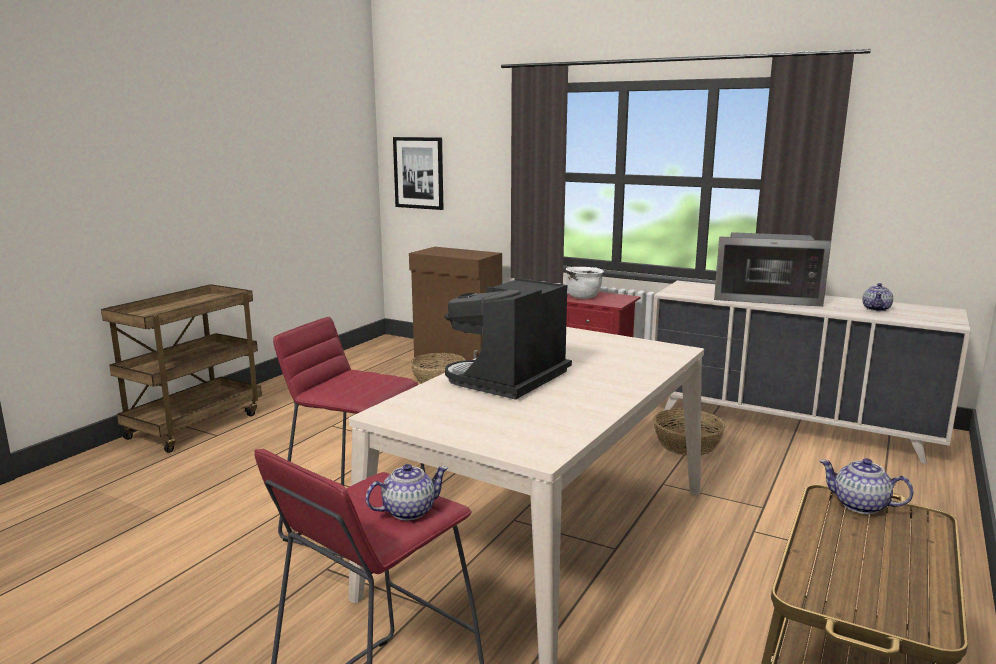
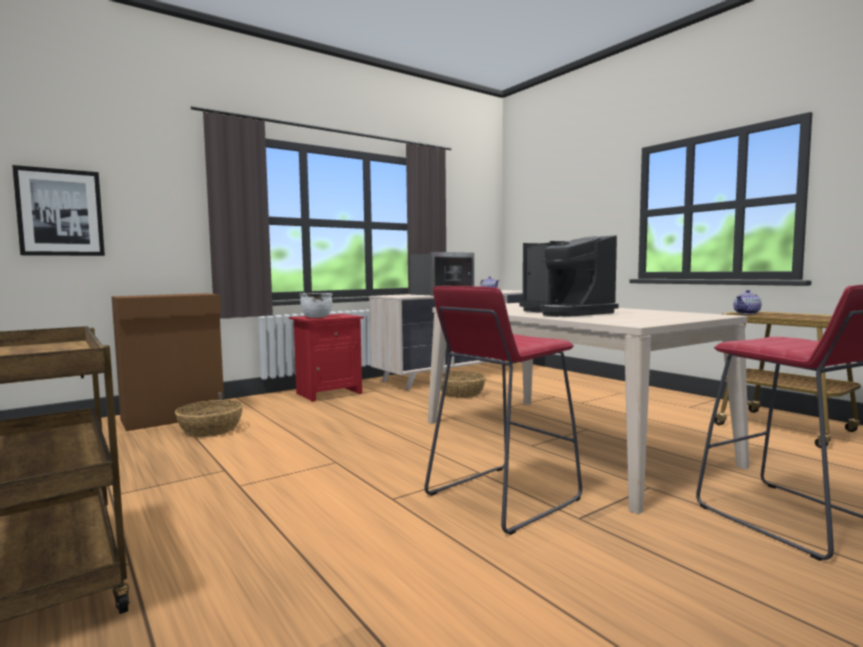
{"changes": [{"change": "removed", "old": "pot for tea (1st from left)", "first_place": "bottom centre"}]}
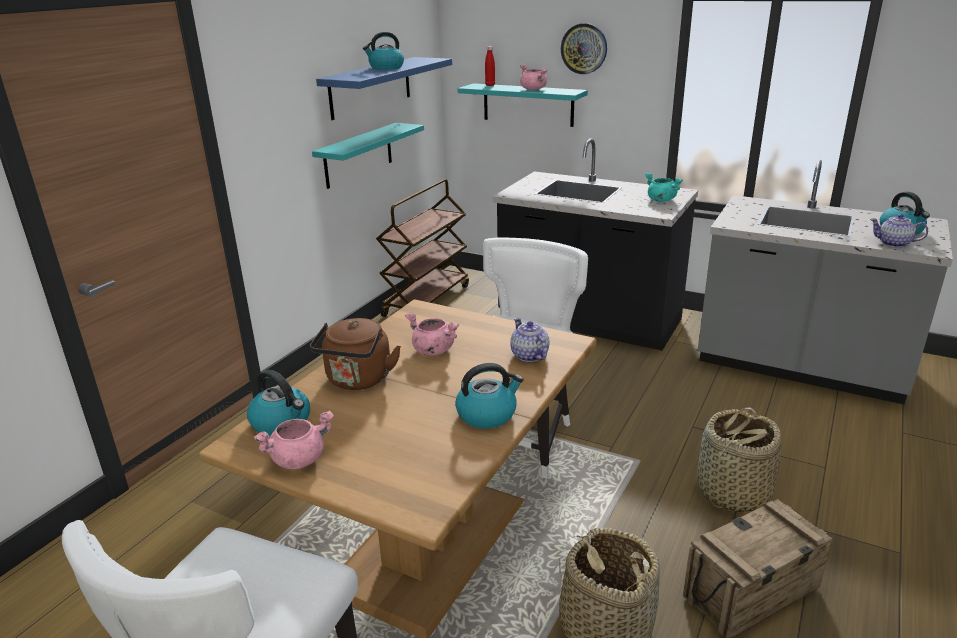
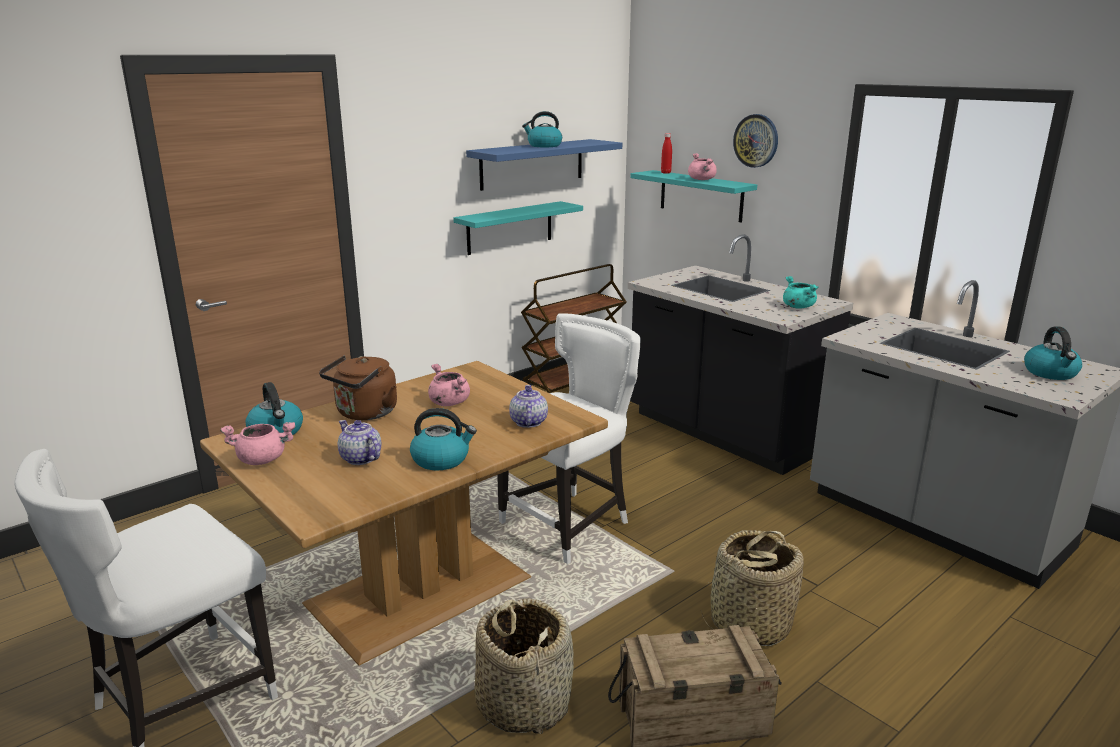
{"changes": [{"change": "moved", "old": "pot for tea (2nd from left in the first image)", "new": "pot for tea (1st from left)", "first_place": "middle right", "second_place": "middle left"}]}
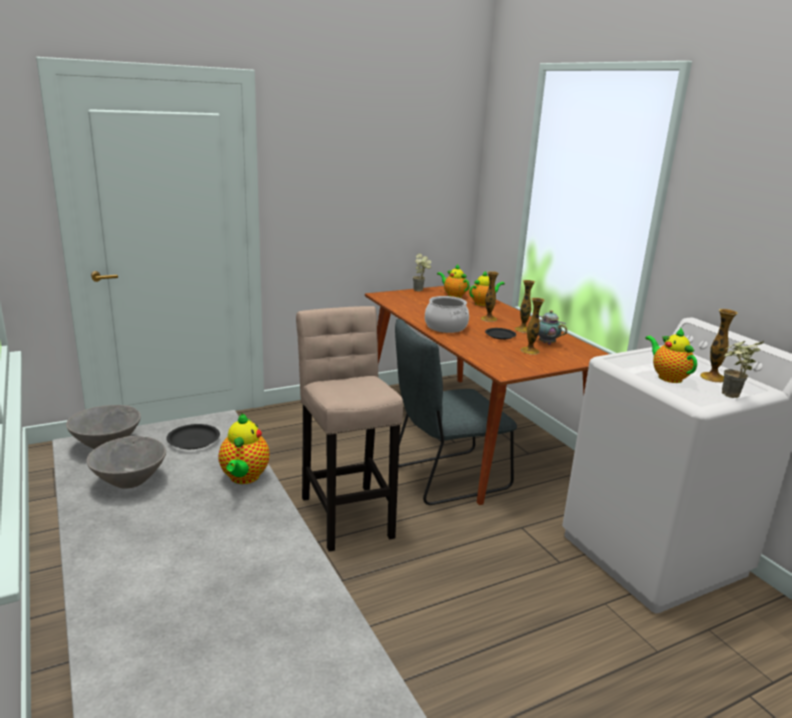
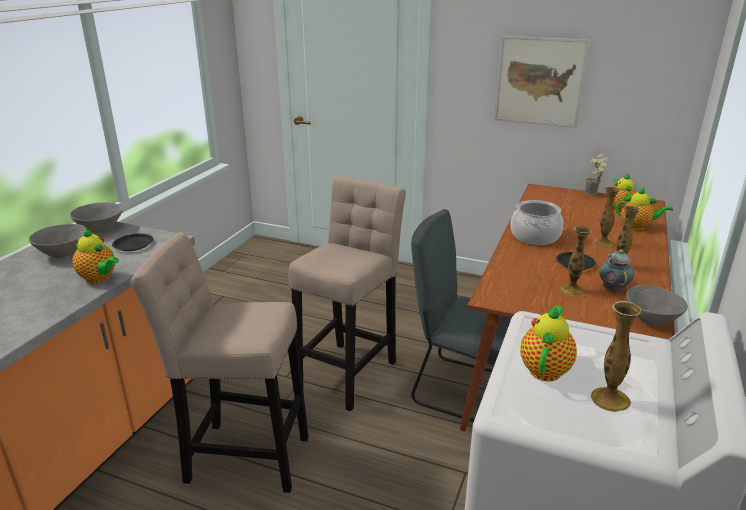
{"changes": [{"change": "removed", "old": "houseplant (2nd from left)", "first_place": "middle right"}, {"change": "turned", "old": "pot for tea (1st from left)", "first_place": "middle left", "second_place": "middle left", "degrees": -105}, {"change": "added", "new": "wall picture", "second_place": "top right"}, {"change": "added", "new": "sand-coloured stool (1st from left)", "second_place": "bottom left"}, {"change": "added", "new": "grey serving bowl (3rd from left)", "second_place": "middle right"}]}
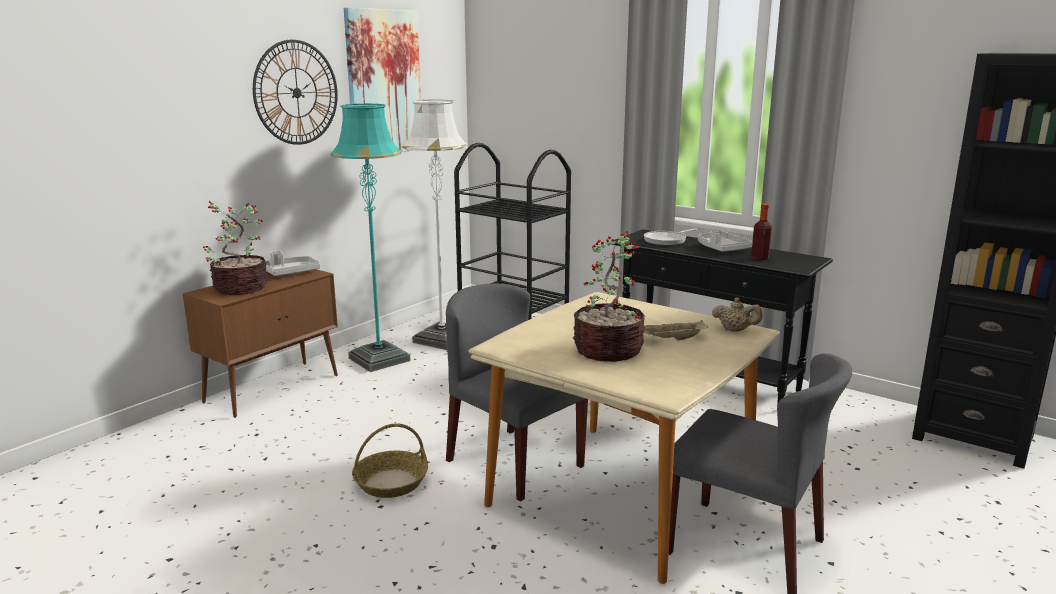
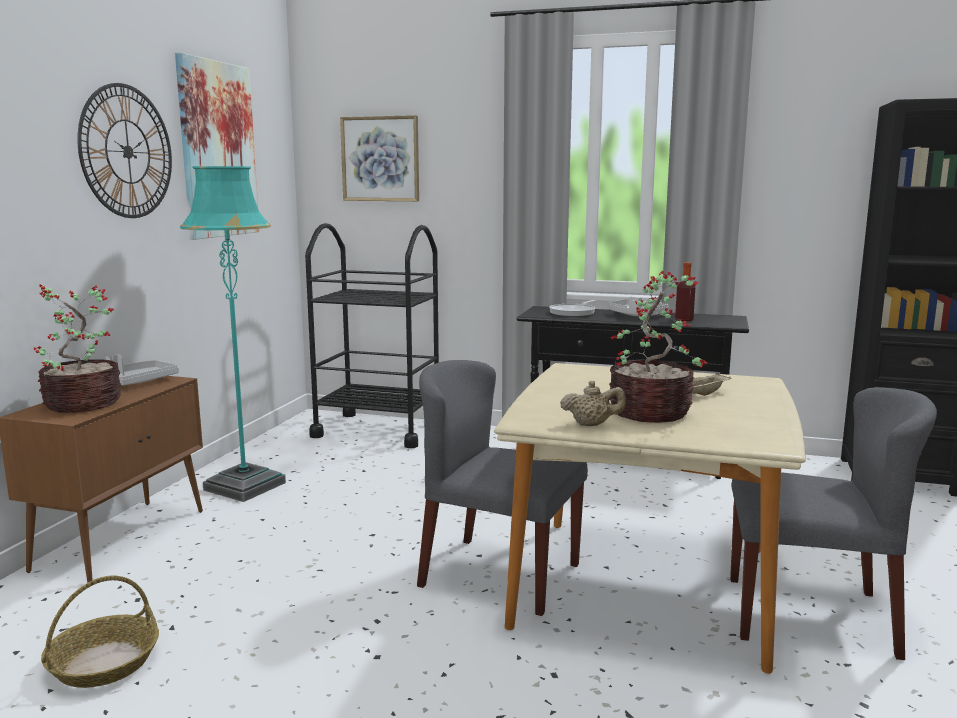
{"changes": [{"change": "removed", "old": "whitish standard lamp", "first_place": "centre"}, {"change": "moved", "old": "sand-coloured pot for tea", "first_place": "middle right", "second_place": "centre"}, {"change": "moved", "old": "storage basket", "first_place": "bottom centre", "second_place": "bottom left"}, {"change": "added", "new": "wall picture (2nd from left)", "second_place": "top centre"}]}
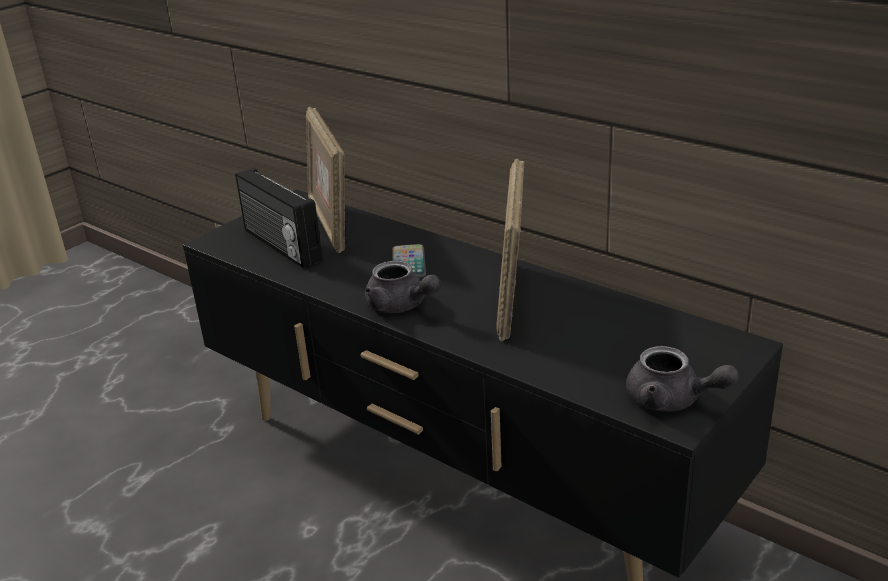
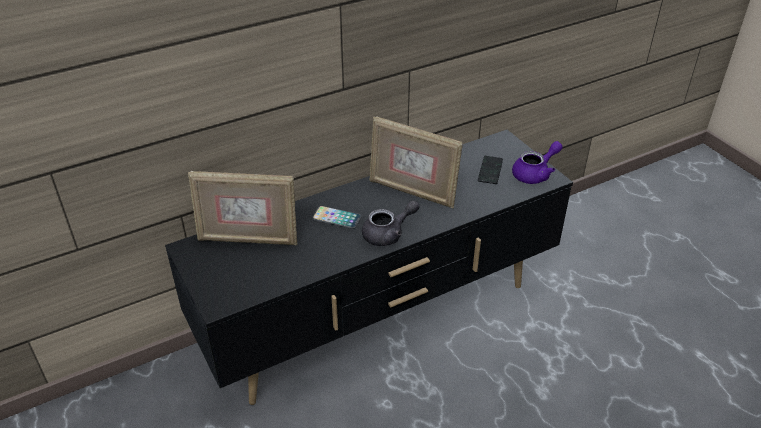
{"changes": [{"change": "removed", "old": "radio set", "first_place": "middle left"}, {"change": "recoloured", "old": "grey pot for tea (2nd from left)", "new": "purple-coloured pot for tea", "first_place": "middle right", "second_place": "middle right"}, {"change": "added", "new": "telephone (2nd from left)", "second_place": "centre"}]}
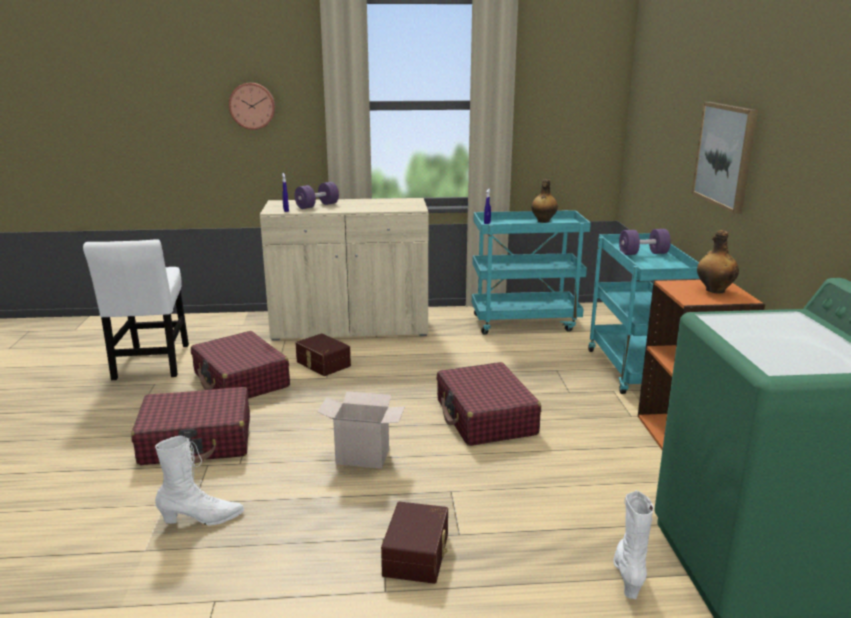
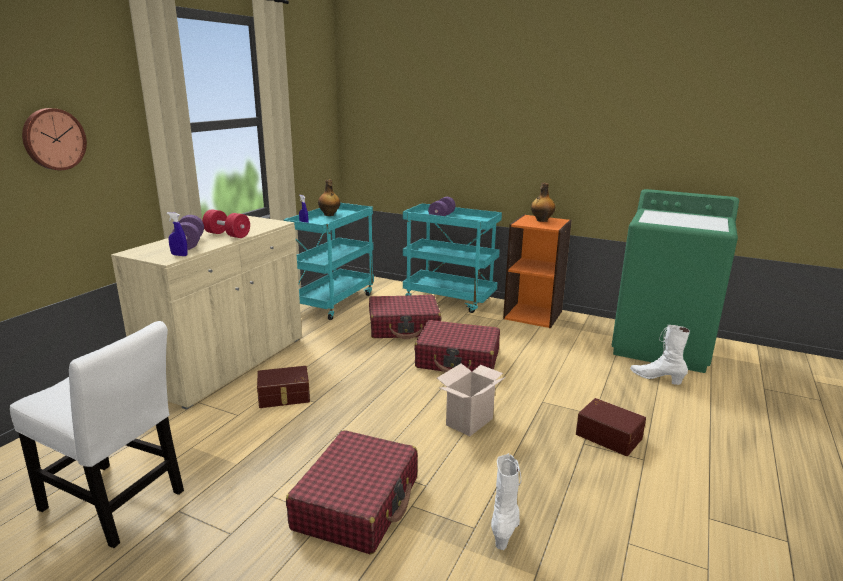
{"changes": [{"change": "removed", "old": "wall picture", "first_place": "top right"}, {"change": "moved", "old": "red suitcase (2nd from left)", "first_place": "middle left", "second_place": "centre"}, {"change": "added", "new": "red free weight", "second_place": "middle left"}]}
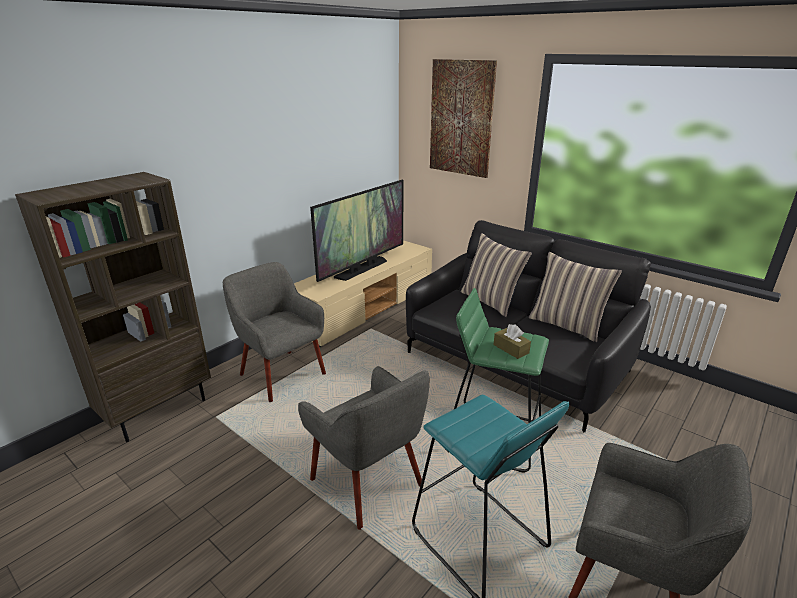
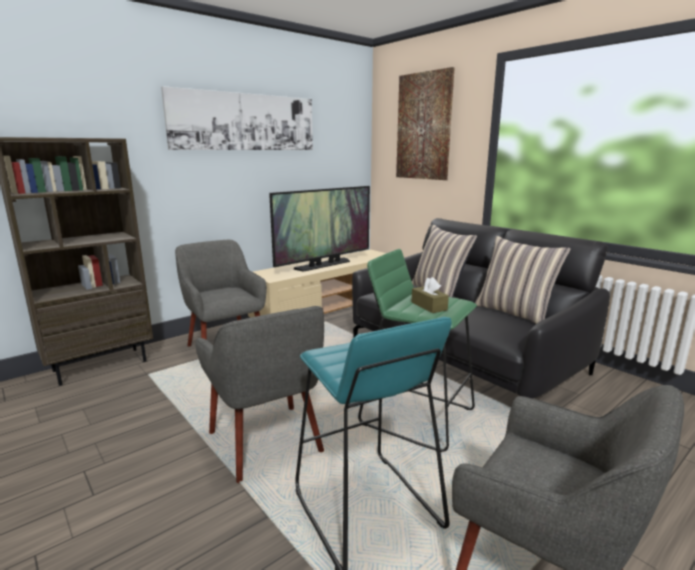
{"changes": [{"change": "added", "new": "wall picture (1st from left)", "second_place": "top centre"}]}
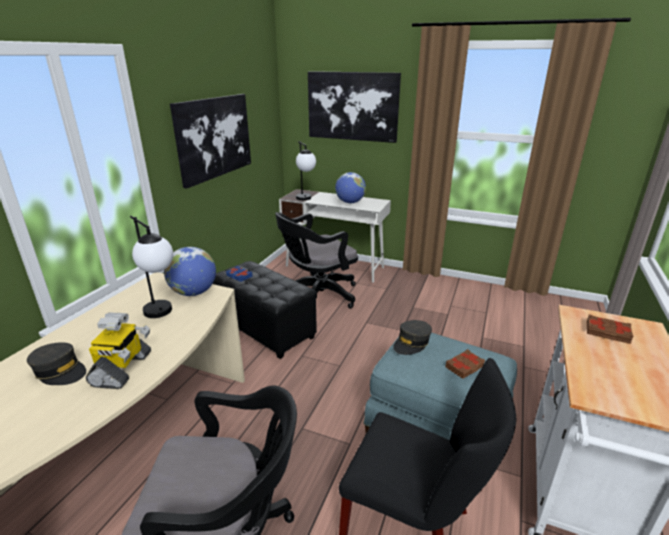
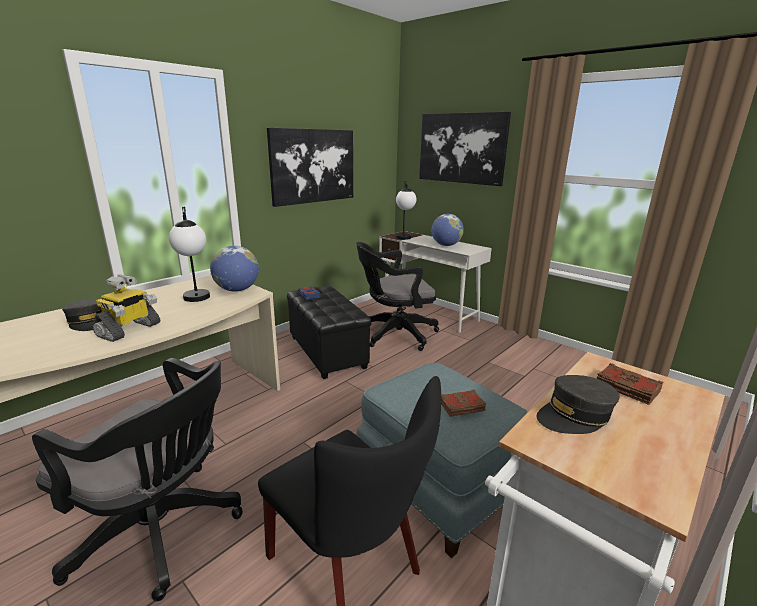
{"changes": [{"change": "moved", "old": "grey baseball cap (2nd from left)", "first_place": "centre", "second_place": "bottom right"}]}
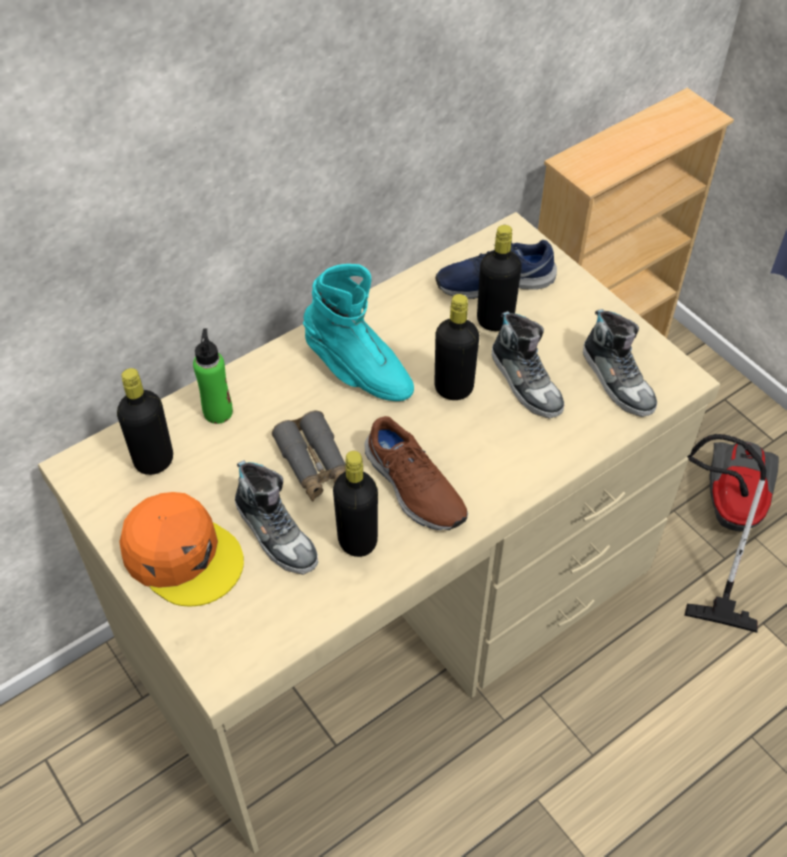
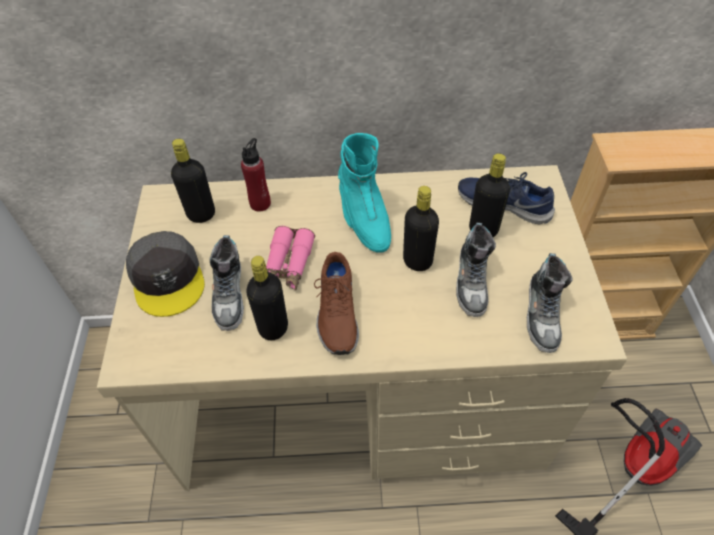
{"changes": [{"change": "recoloured", "old": "green drink bottle", "new": "red drink bottle", "first_place": "middle left", "second_place": "top centre"}, {"change": "recoloured", "old": "grey binoculars", "new": "pink binoculars", "first_place": "centre", "second_place": "centre"}, {"change": "recoloured", "old": "orange baseball cap", "new": "grey baseball cap", "first_place": "middle left", "second_place": "middle left"}]}
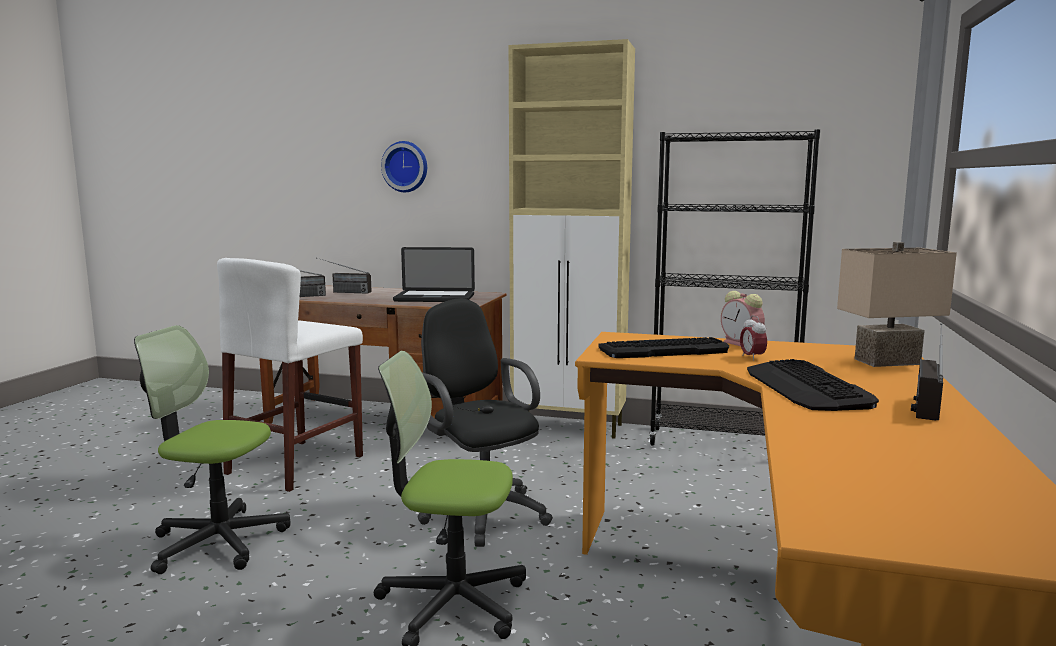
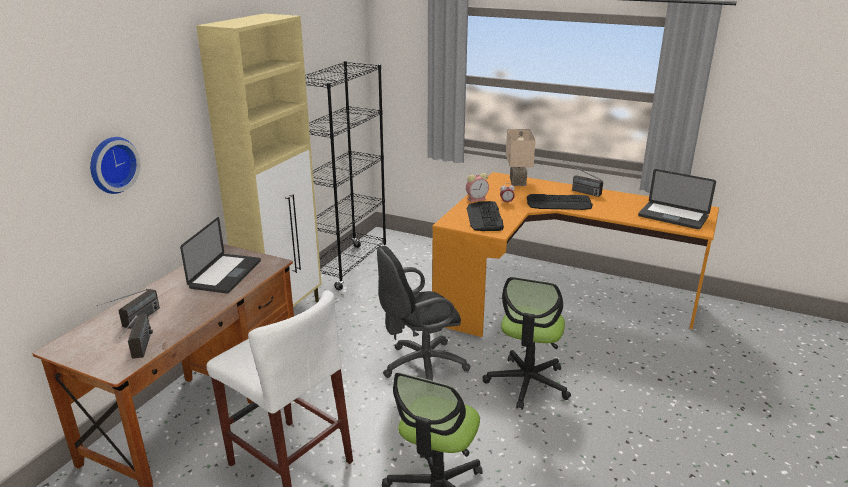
{"changes": [{"change": "added", "new": "portable computer (2nd from left)", "second_place": "middle right"}]}
